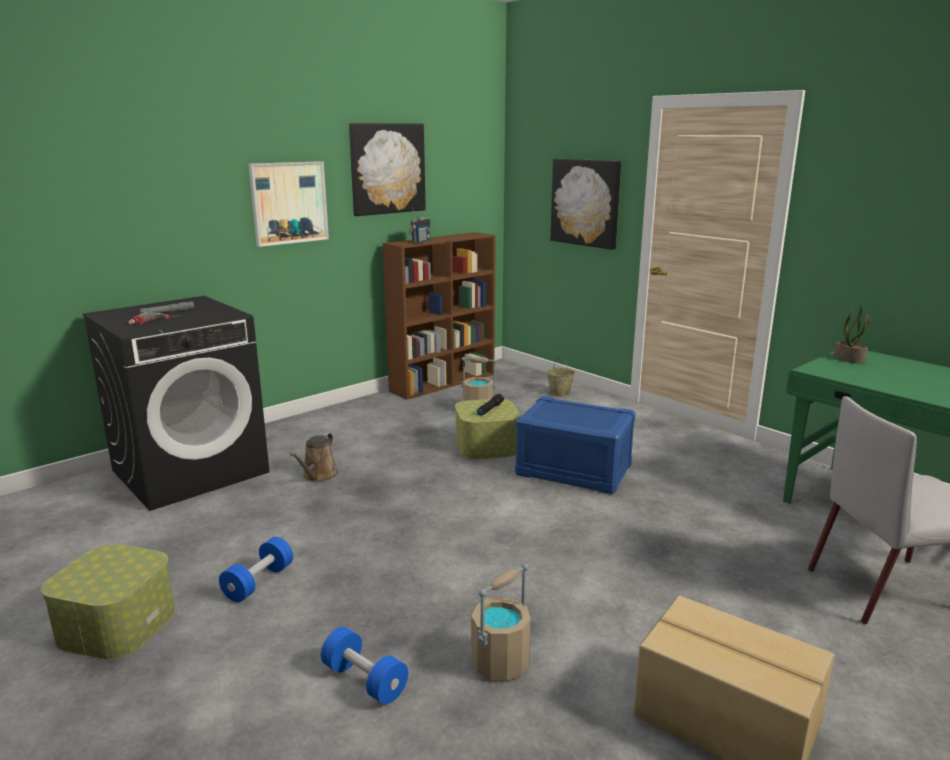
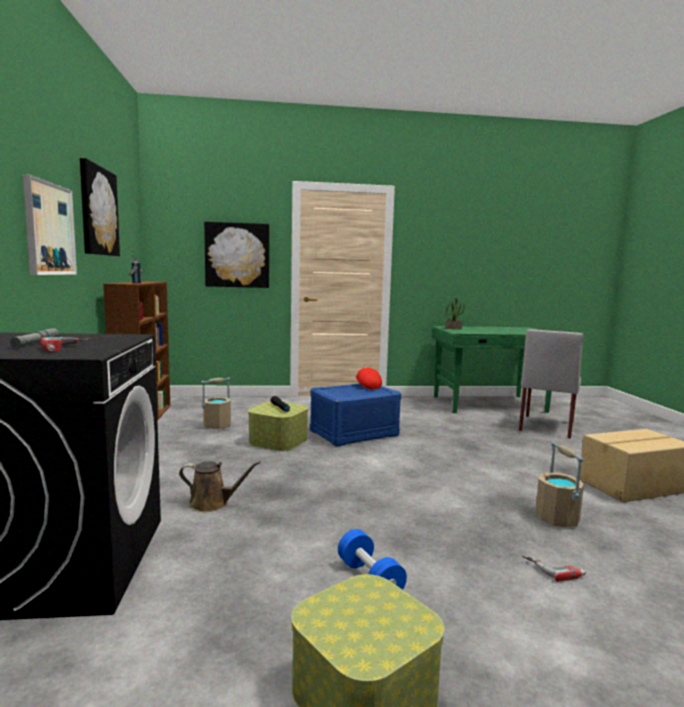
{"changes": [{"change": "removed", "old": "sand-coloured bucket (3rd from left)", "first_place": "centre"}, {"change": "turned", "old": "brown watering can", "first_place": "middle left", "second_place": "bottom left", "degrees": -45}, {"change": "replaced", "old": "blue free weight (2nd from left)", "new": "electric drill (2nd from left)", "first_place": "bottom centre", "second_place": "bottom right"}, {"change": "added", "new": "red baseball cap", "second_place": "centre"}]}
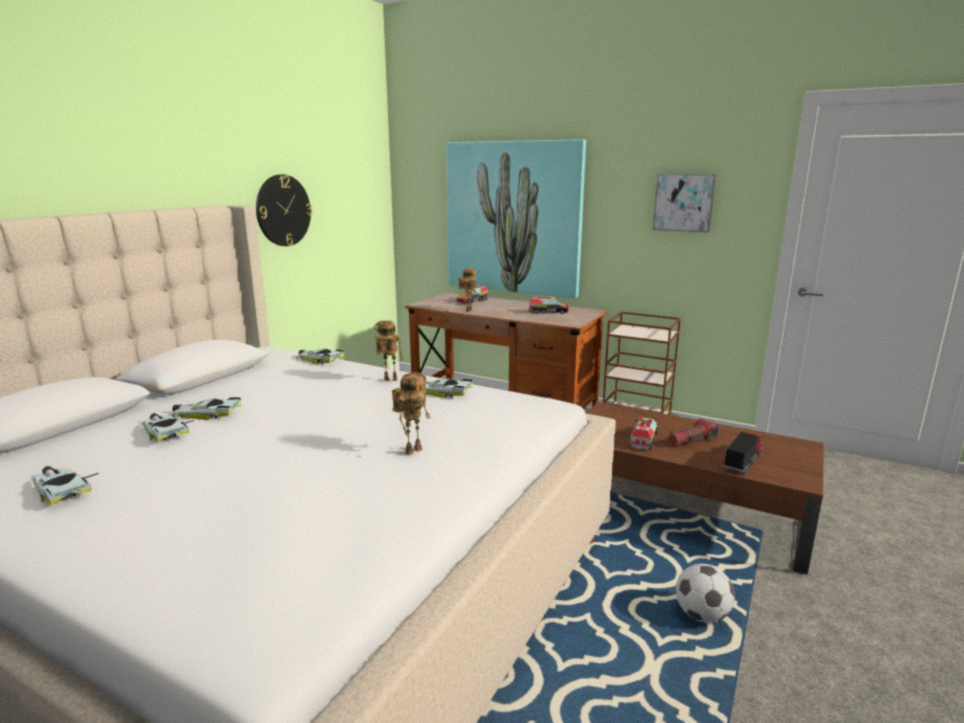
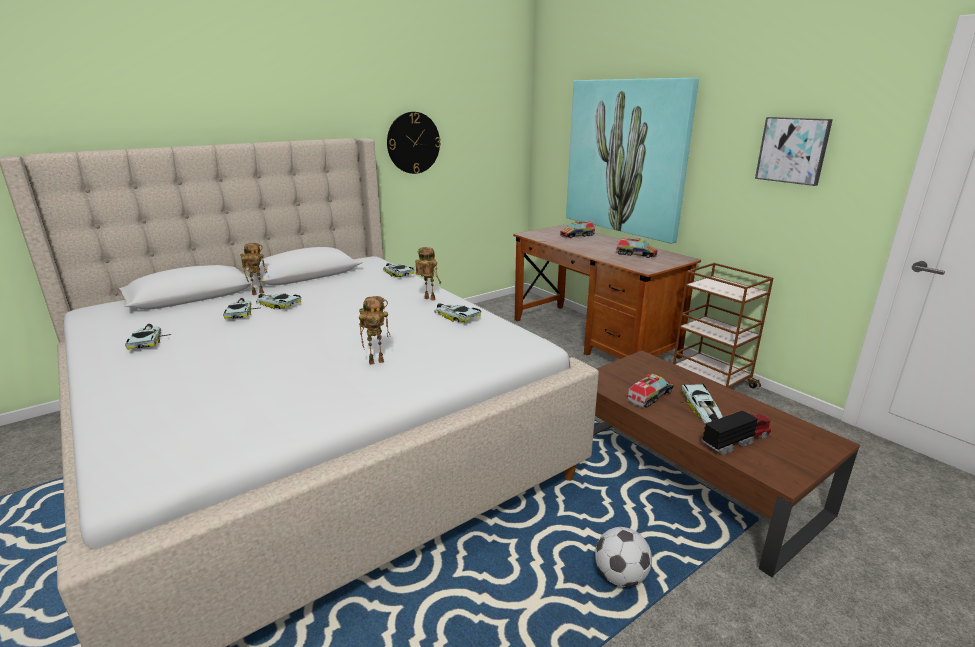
{"changes": [{"change": "moved", "old": "toy robot (3rd from left in the first image)", "new": "toy robot (1st from left)", "first_place": "centre", "second_place": "middle left"}, {"change": "replaced", "old": "flashlight", "new": "model car (6th from left)", "first_place": "middle right", "second_place": "middle right"}]}
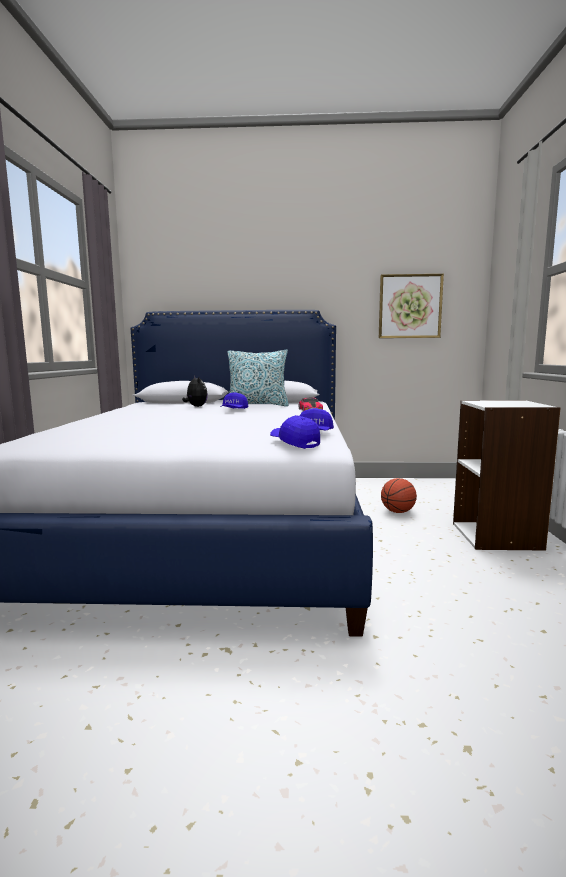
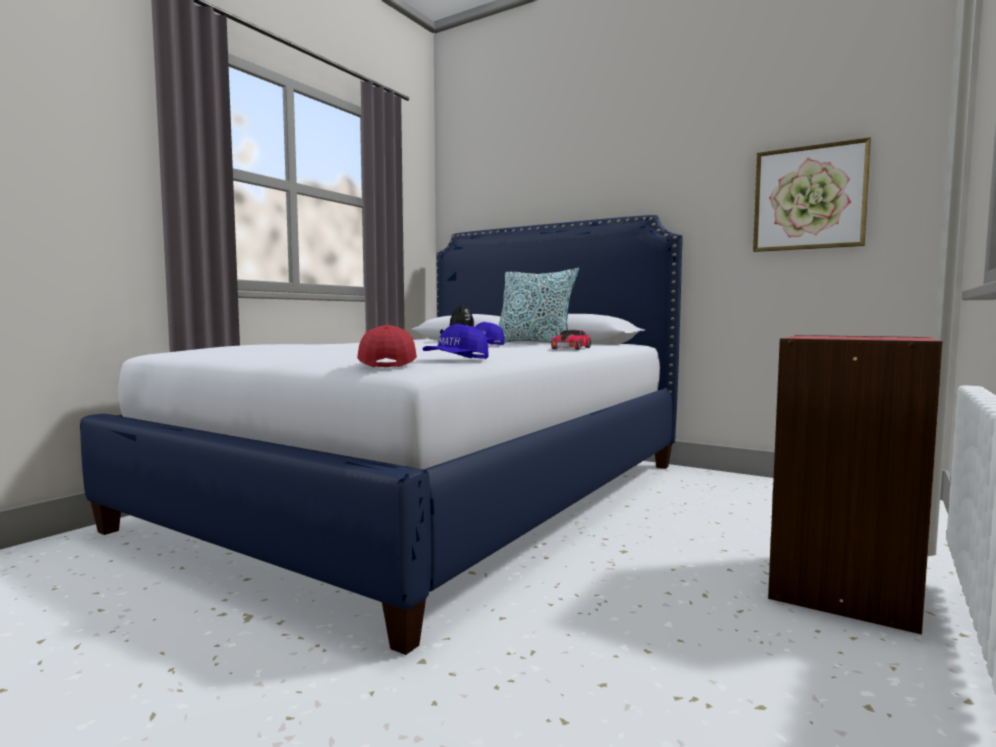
{"changes": [{"change": "recoloured", "old": "whitish bookshelf", "new": "red bookshelf", "first_place": "middle right", "second_place": "middle right"}, {"change": "recoloured", "old": "blue baseball cap (2nd from left)", "new": "red baseball cap", "first_place": "centre", "second_place": "centre"}, {"change": "removed", "old": "ball for basketball", "first_place": "middle right"}]}
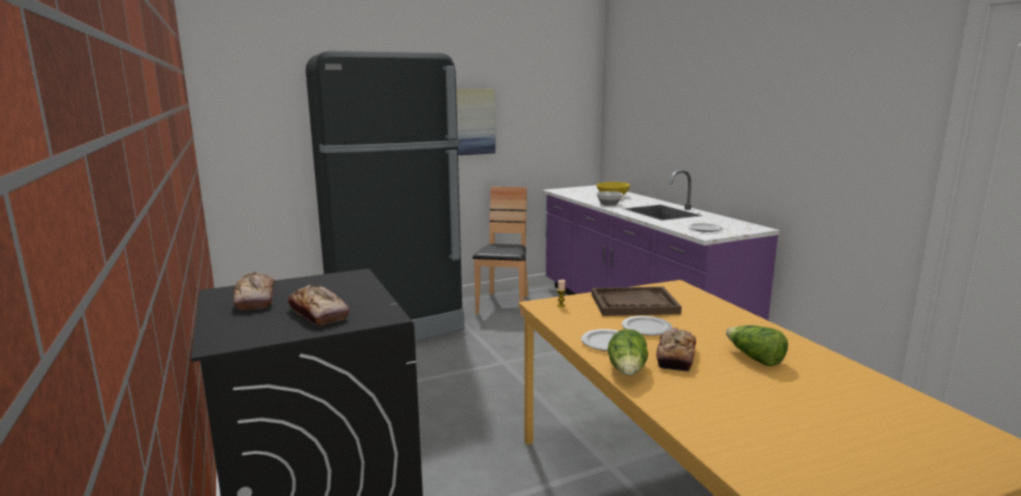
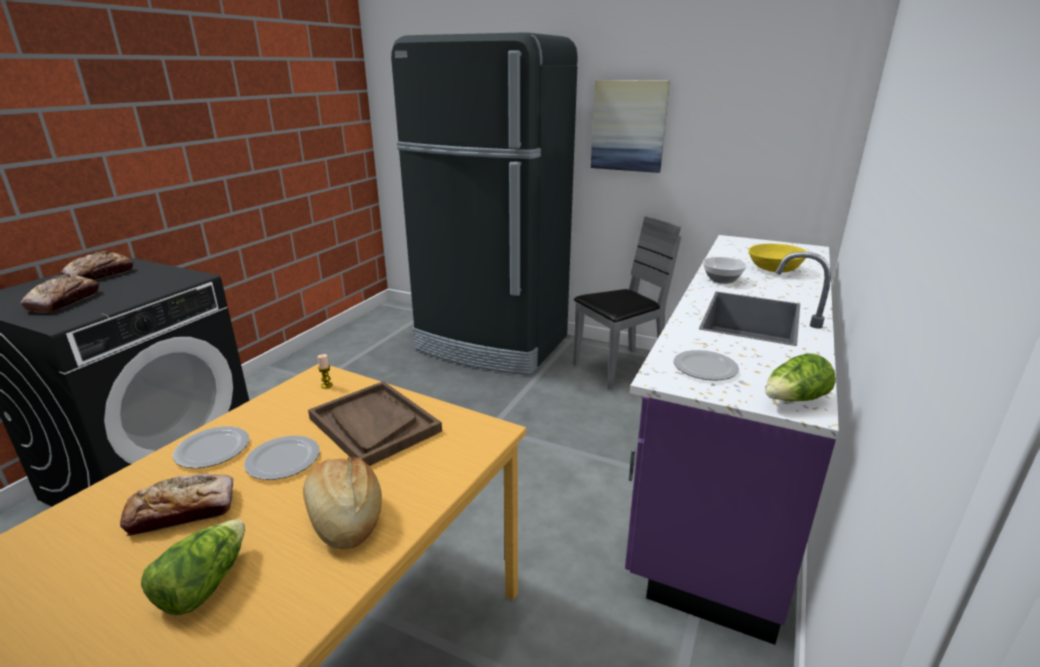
{"changes": [{"change": "recoloured", "old": "brown upright chair", "new": "grey upright chair", "first_place": "centre", "second_place": "centre"}, {"change": "moved", "old": "lettuce head (1st from left in the first image)", "new": "lettuce head (2nd from left)", "first_place": "bottom centre", "second_place": "middle right"}, {"change": "added", "new": "bakery bread (4th from left)", "second_place": "bottom left"}]}
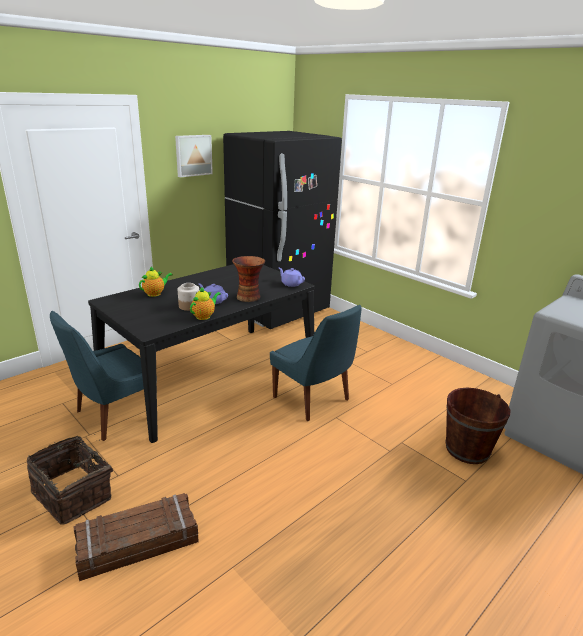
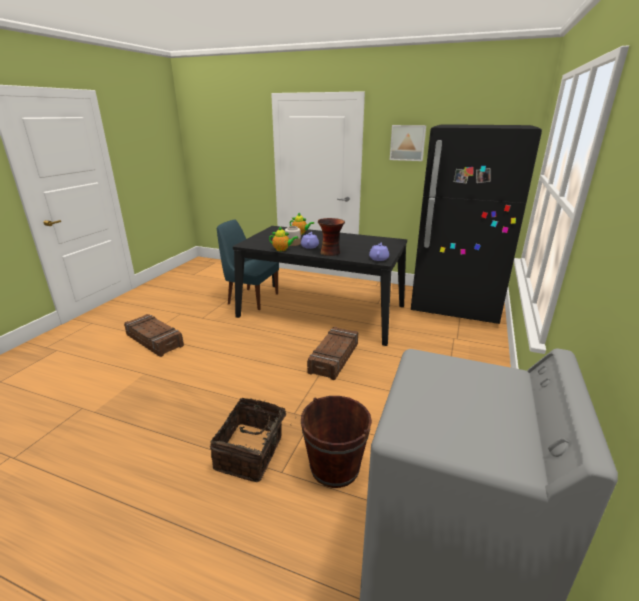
{"changes": [{"change": "replaced", "old": "blue upright chair (2nd from left)", "new": "packing crate (2nd from left)", "first_place": "centre", "second_place": "centre"}, {"change": "moved", "old": "storage basket", "first_place": "bottom left", "second_place": "bottom centre"}]}
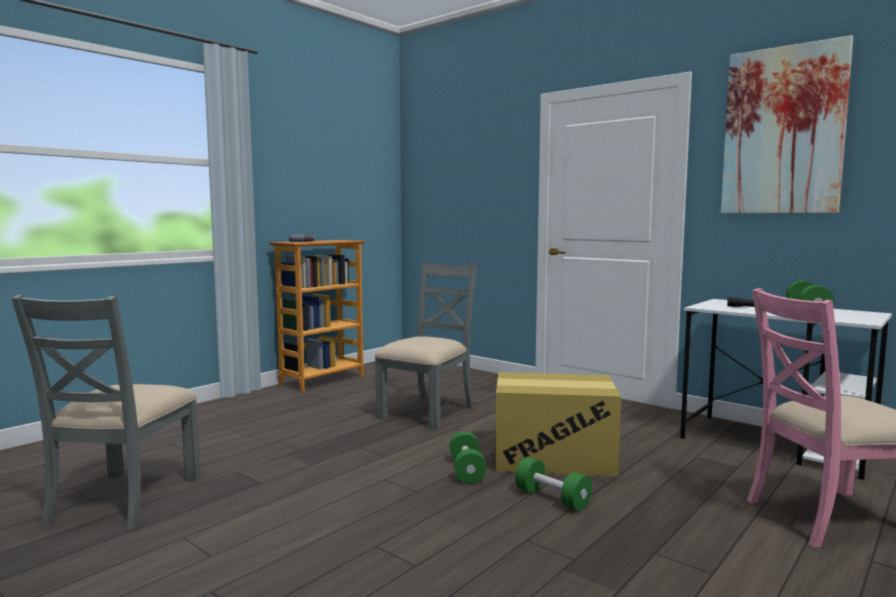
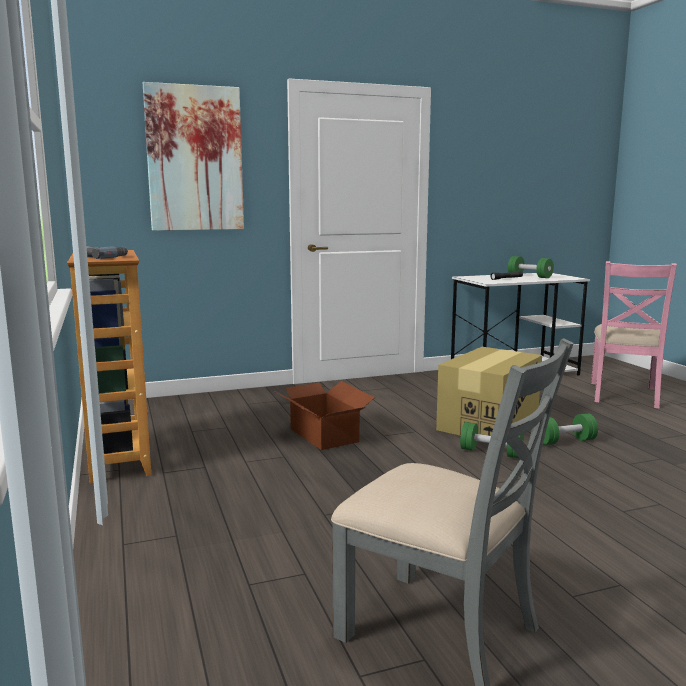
{"changes": [{"change": "moved", "old": "wall picture", "first_place": "top right", "second_place": "top left"}, {"change": "replaced", "old": "grey upright chair (2nd from left)", "new": "cardboard box (1st from left)", "first_place": "centre", "second_place": "centre"}]}
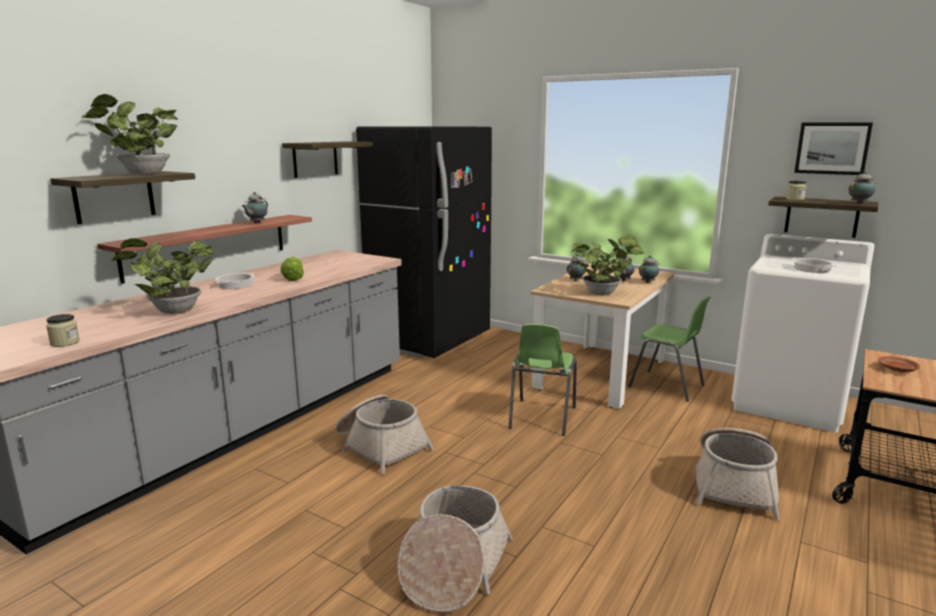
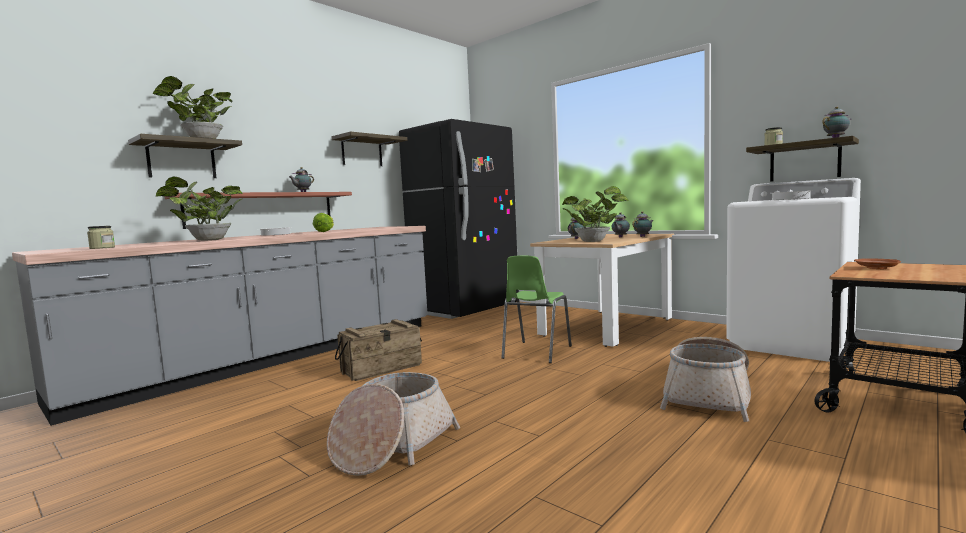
{"changes": [{"change": "removed", "old": "wall picture", "first_place": "top right"}, {"change": "removed", "old": "green upright chair (2nd from left)", "first_place": "middle right"}, {"change": "replaced", "old": "storage basket (1st from left)", "new": "packing crate", "first_place": "bottom centre", "second_place": "centre"}]}
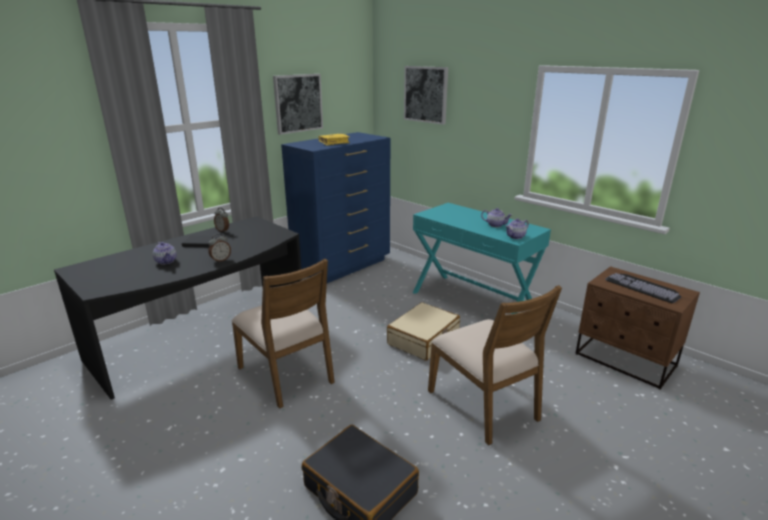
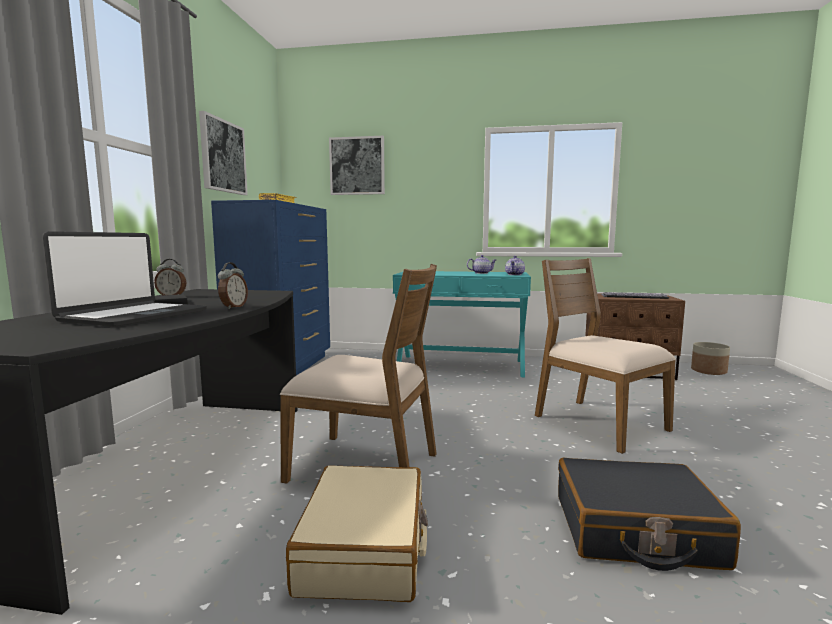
{"changes": [{"change": "replaced", "old": "pot for tea (1st from left)", "new": "portable computer", "first_place": "middle left", "second_place": "middle left"}, {"change": "turned", "old": "brown upright chair (2nd from left)", "first_place": "bottom centre", "second_place": "middle right", "degrees": -150}, {"change": "moved", "old": "sand-coloured suitcase", "first_place": "centre", "second_place": "bottom centre"}, {"change": "added", "new": "plant pot", "second_place": "middle right"}]}
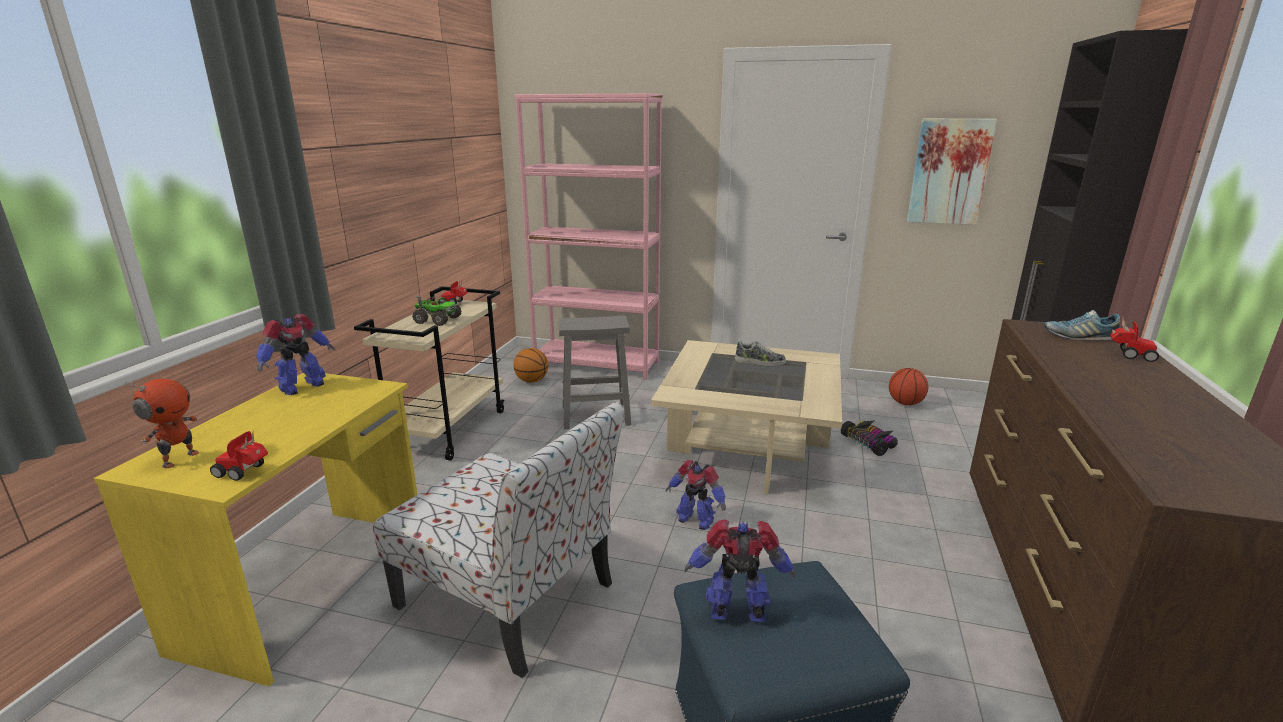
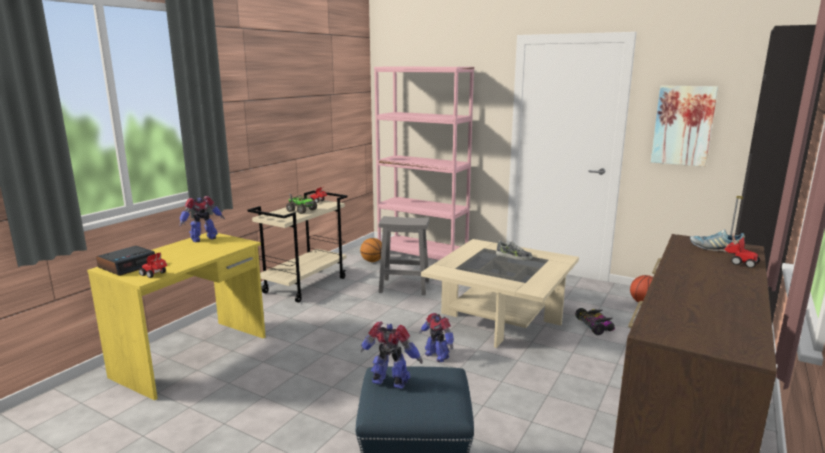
{"changes": [{"change": "replaced", "old": "toy robot (1st from left)", "new": "table clock", "first_place": "middle left", "second_place": "middle left"}, {"change": "removed", "old": "upright chair", "first_place": "bottom centre"}]}
